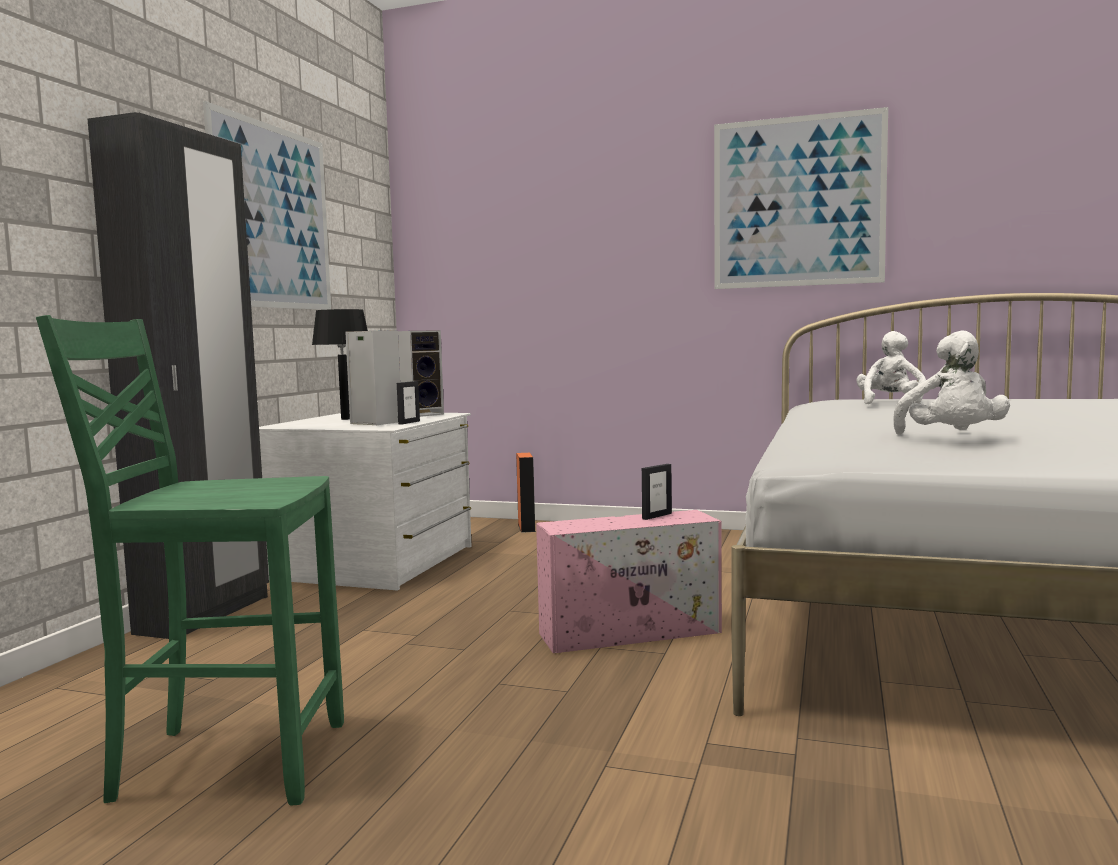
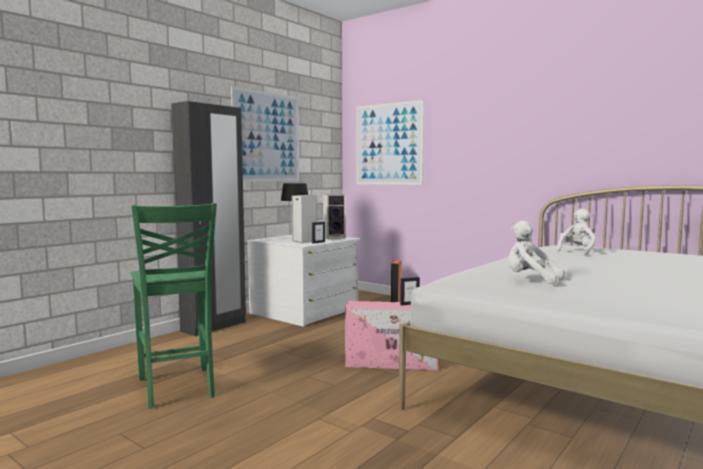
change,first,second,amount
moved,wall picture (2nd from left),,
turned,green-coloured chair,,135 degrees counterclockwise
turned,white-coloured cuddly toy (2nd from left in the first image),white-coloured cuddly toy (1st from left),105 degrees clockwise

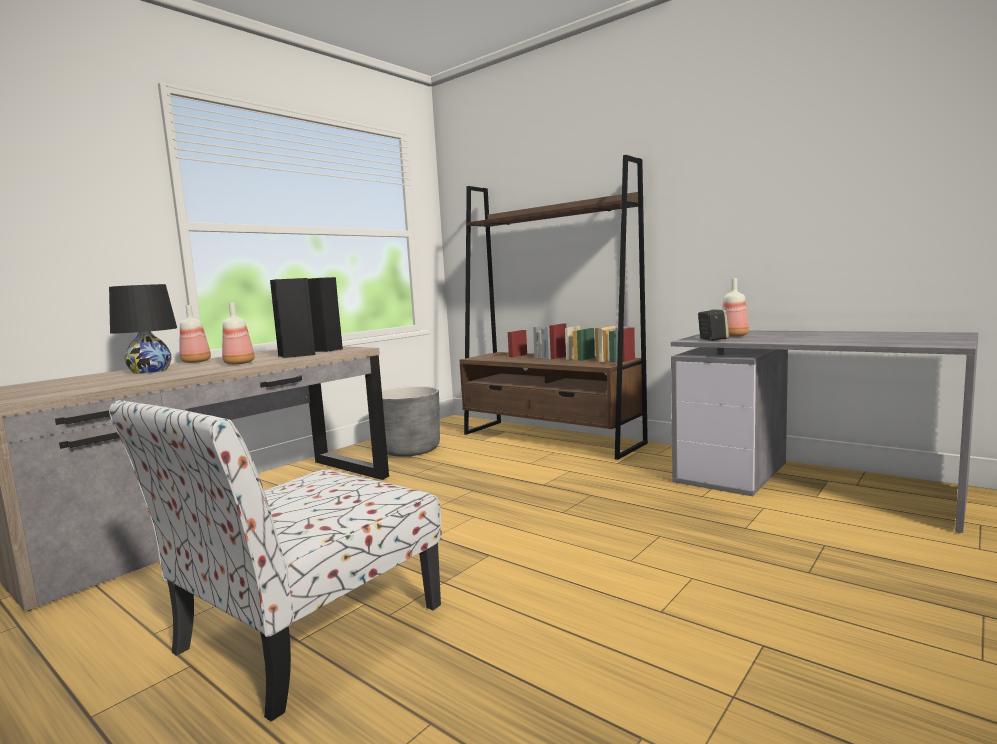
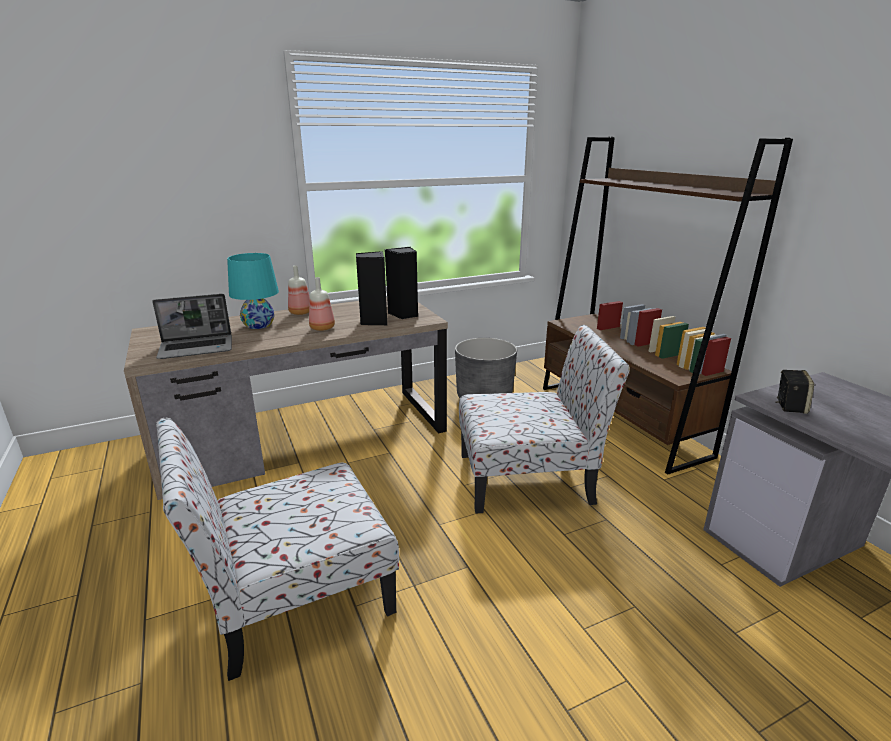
change,first,second,amount
removed,beverage bottle (3rd from left),,
recoloured,blackish tabletop lamp,turquoise-coloured tabletop lamp,
added,,notebook computer,
added,,chair (2nd from left),

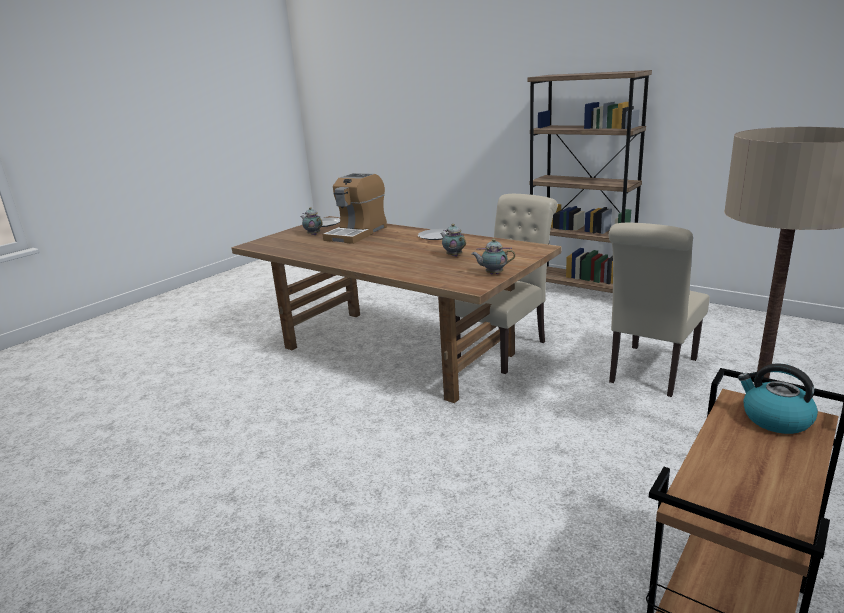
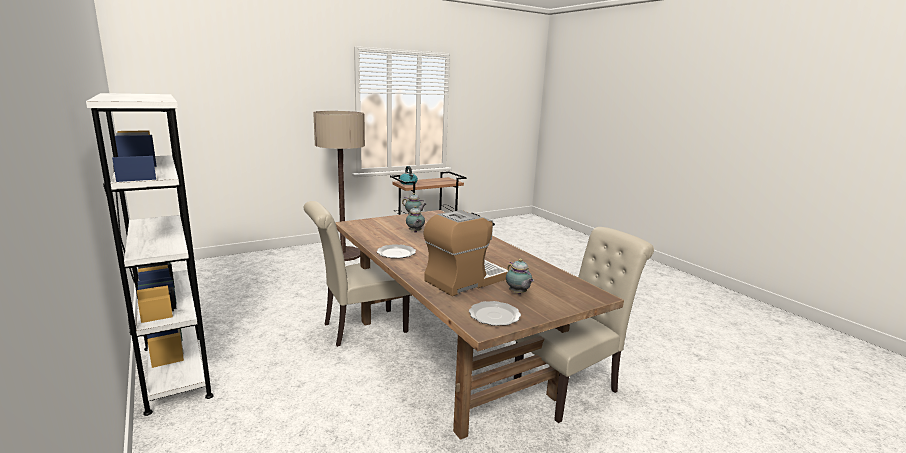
change,first,second,amount
recoloured,brown-coloured shelving unit,white-coloured shelving unit,
moved,beige chair (2nd from left),,

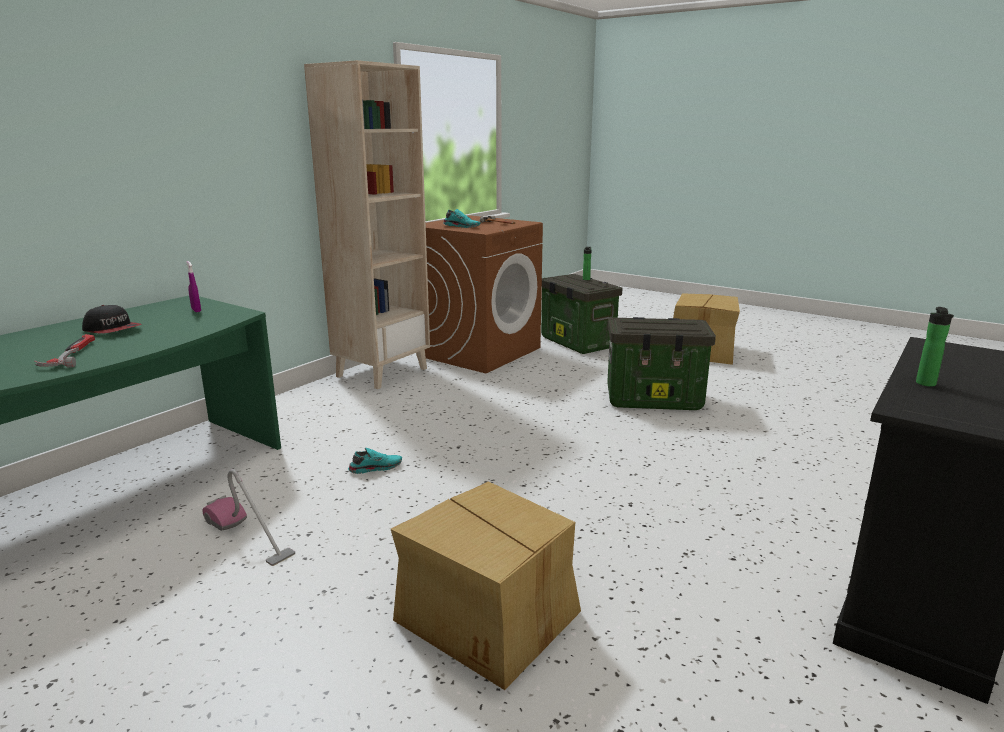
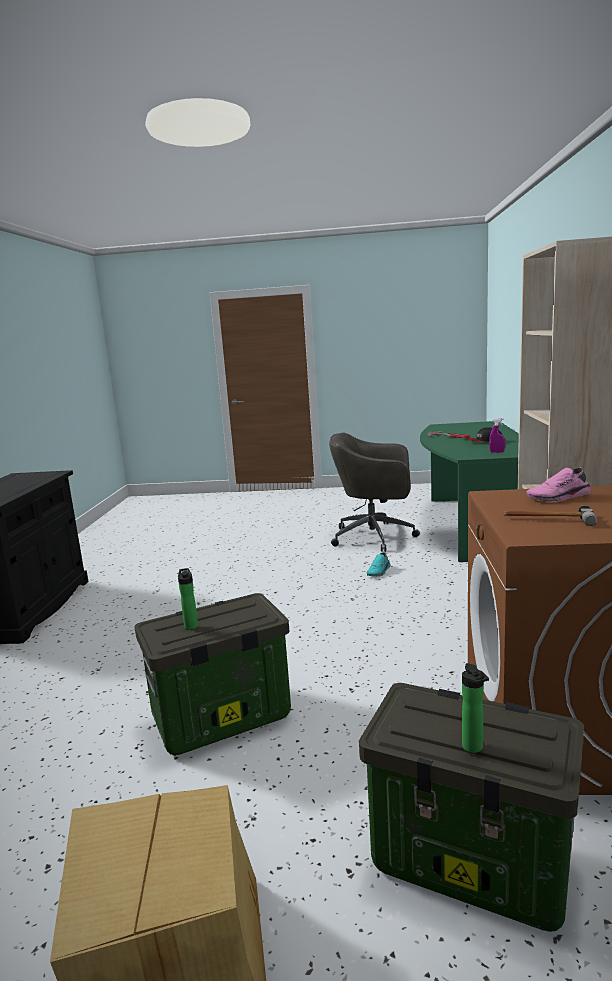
change,first,second,amount
recoloured,turquoise-coloured low shoe (2nd from left),pink low shoe,
moved,beverage bottle (2nd from left in the first image),beverage bottle (1st from left),
replaced,vacuum cleaner,gray computer chair,
removed,cardboard box (1st from left),,

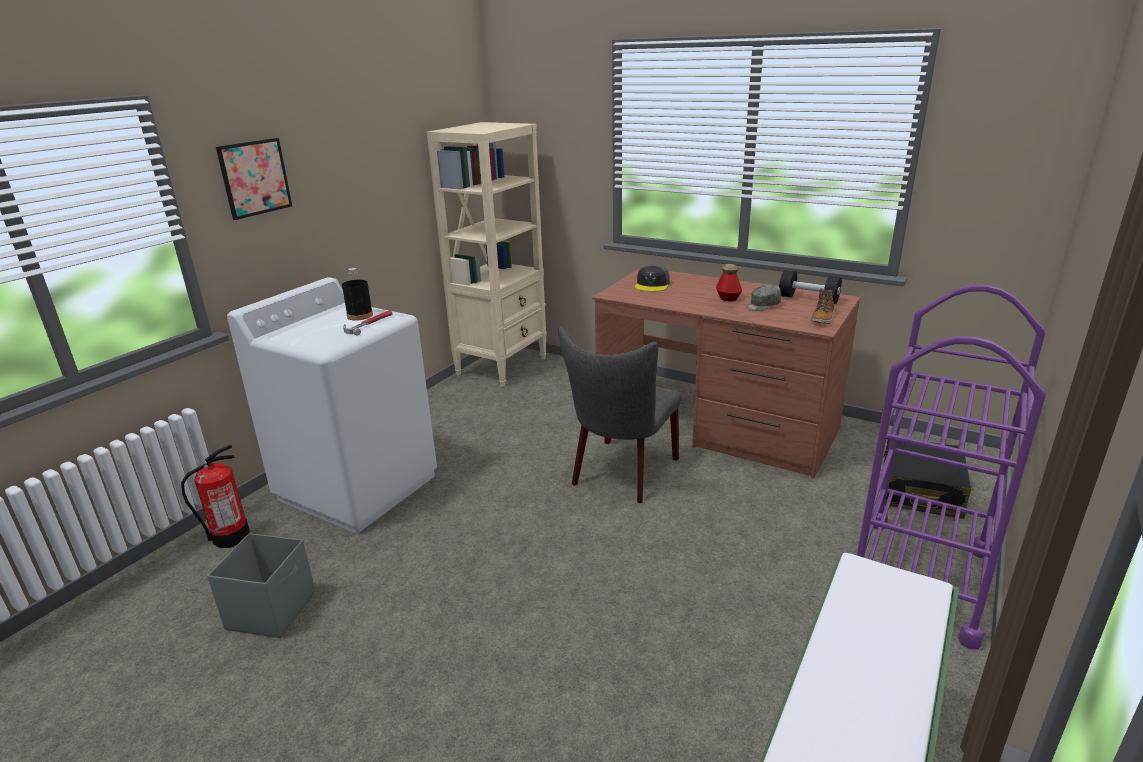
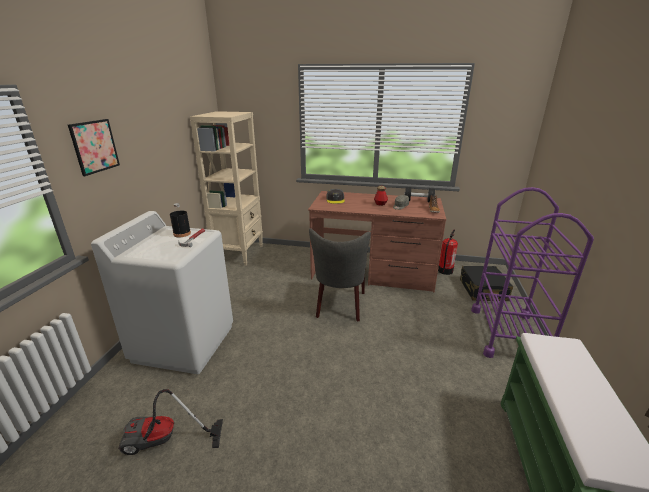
change,first,second,amount
moved,fire extinguisher,,
replaced,gray storage container,vacuum cleaner,

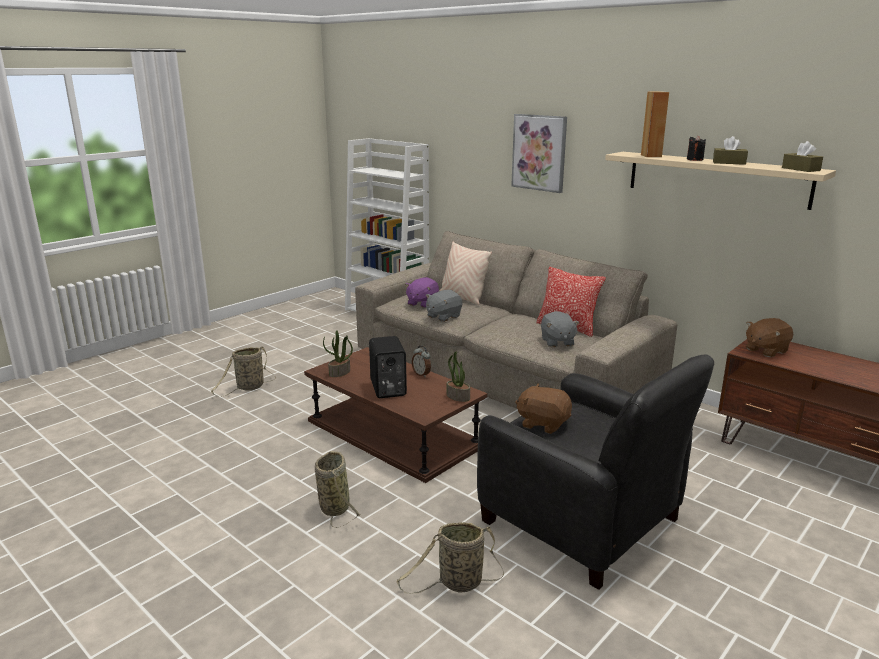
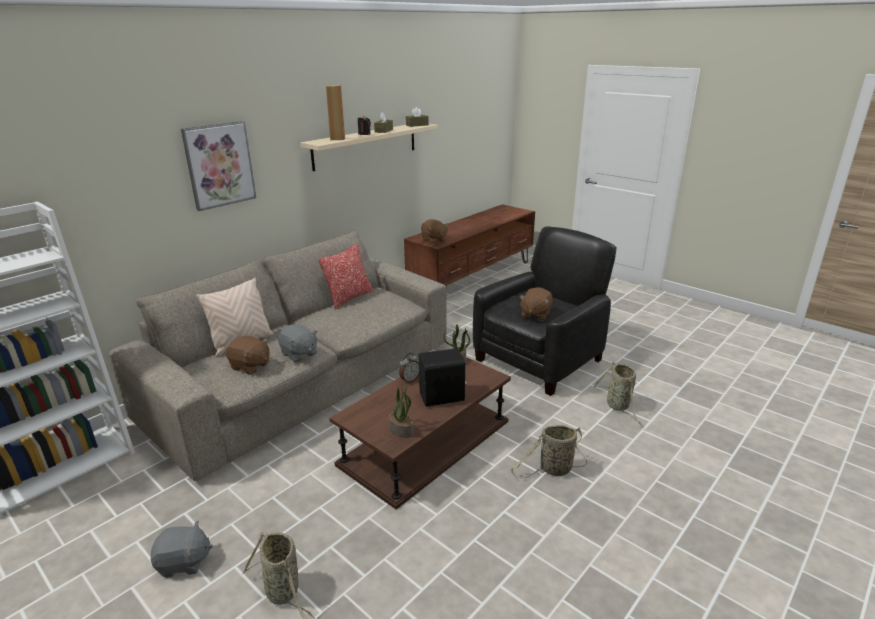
change,first,second,amount
recoloured,purplish cuddly toy,brown-coloured cuddly toy (1st from left),
moved,gray cuddly toy (2nd from left in the first image),gray cuddly toy (1st from left),

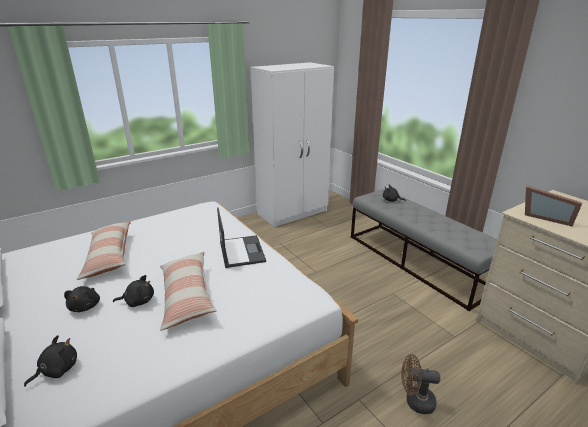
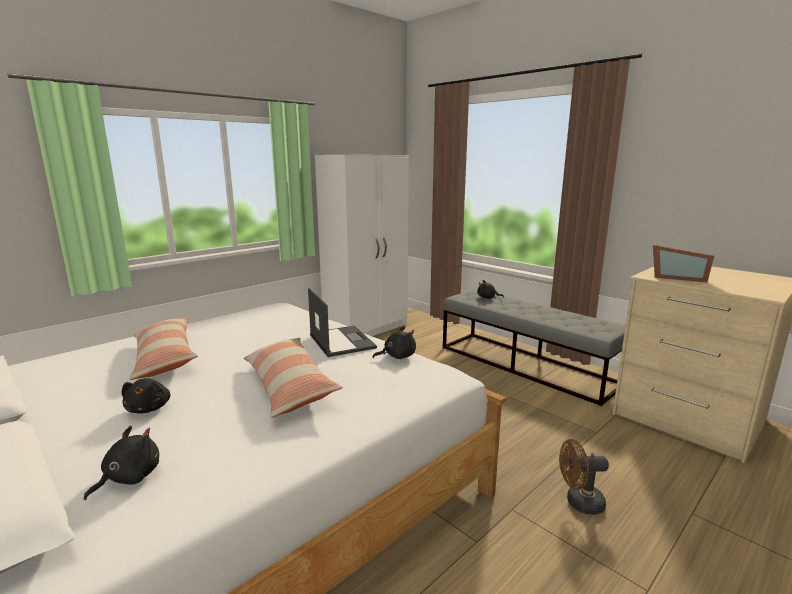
change,first,second,amount
moved,blackish cuddly toy (3rd from left),,

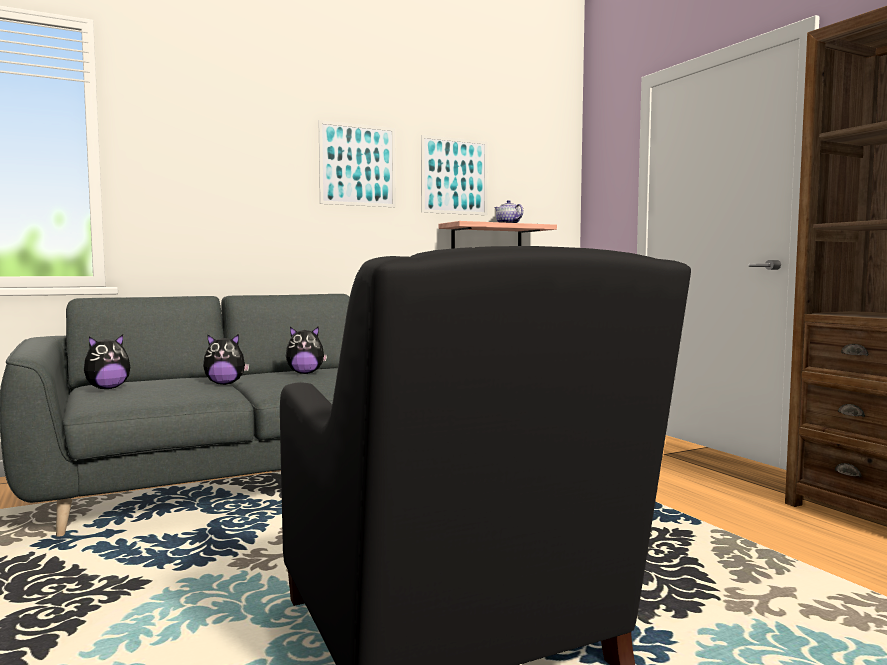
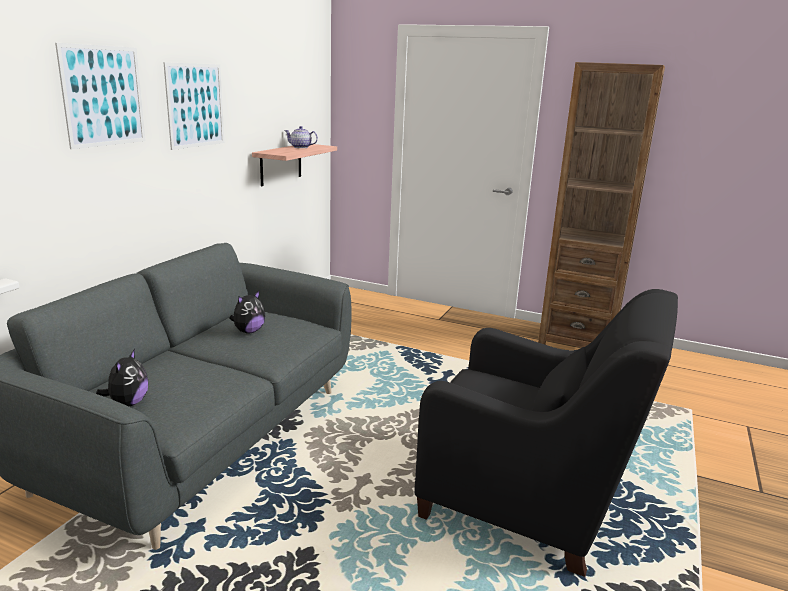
change,first,second,amount
moved,wall picture (2nd from left in the first image),wall picture (1st from left),
removed,cuddly toy (2nd from left),,

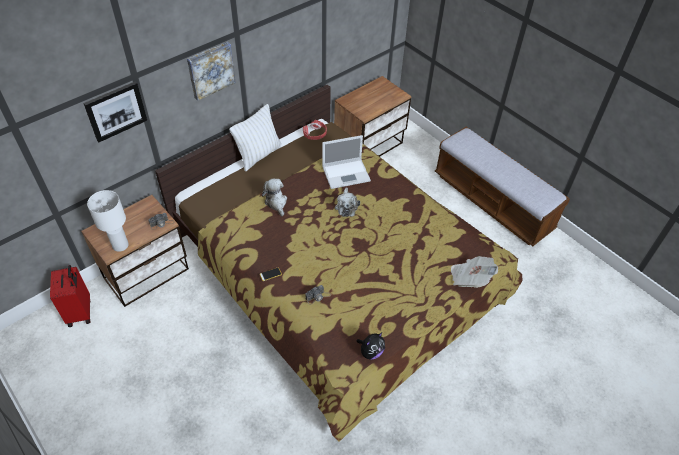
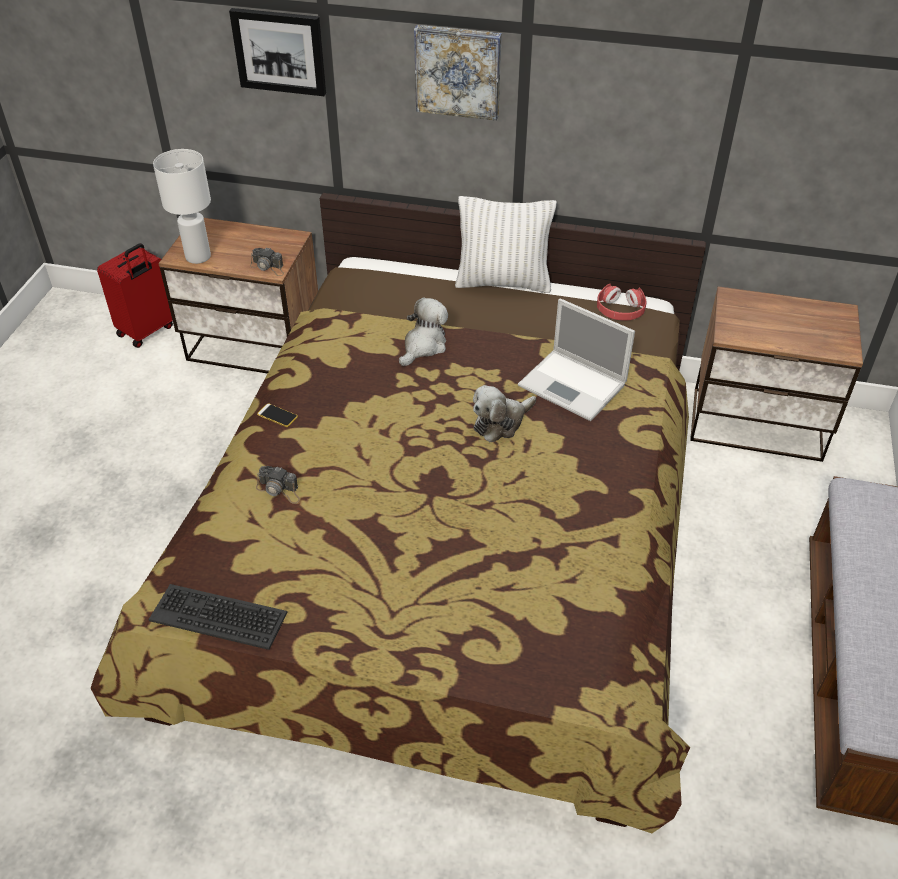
change,first,second,amount
removed,daily paper,,
replaced,cuddly toy (3rd from left),computer keyboard,

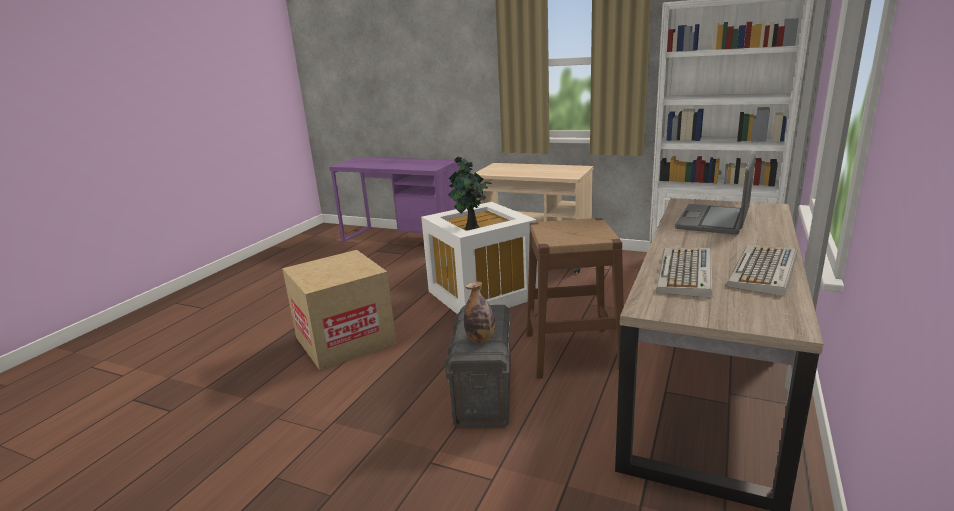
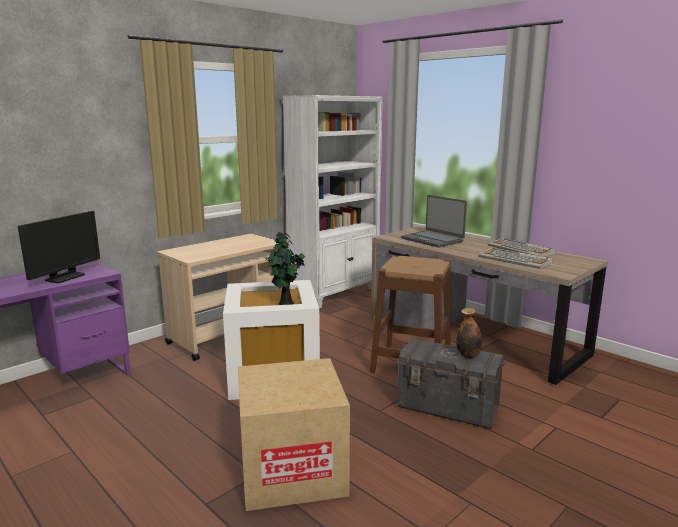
change,first,second,amount
added,,monitor,

